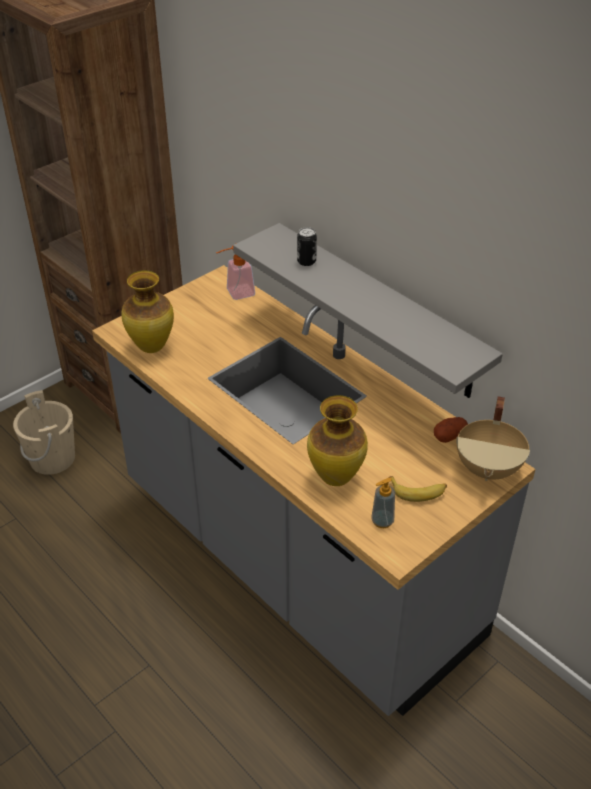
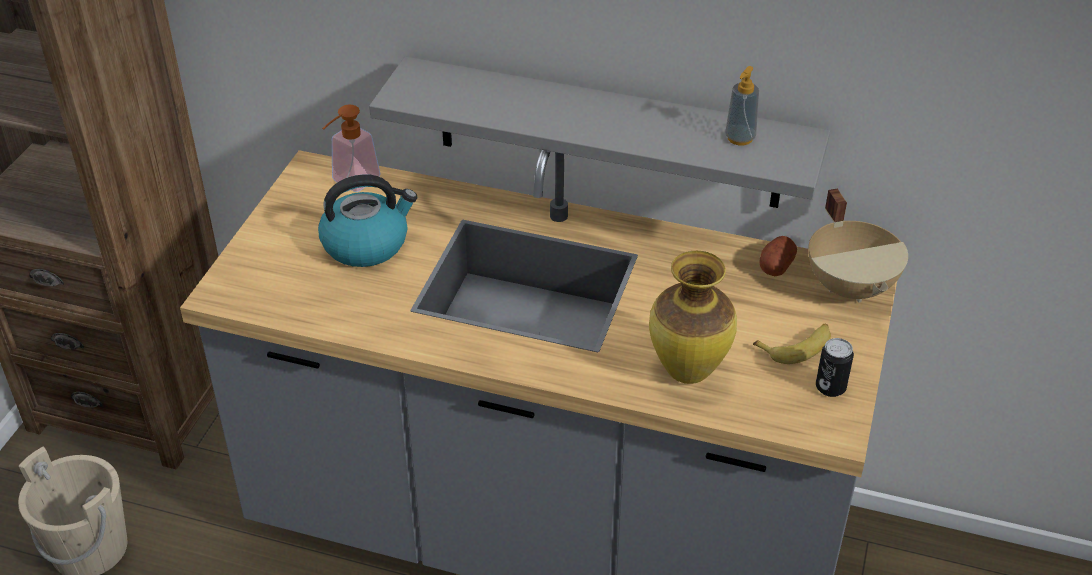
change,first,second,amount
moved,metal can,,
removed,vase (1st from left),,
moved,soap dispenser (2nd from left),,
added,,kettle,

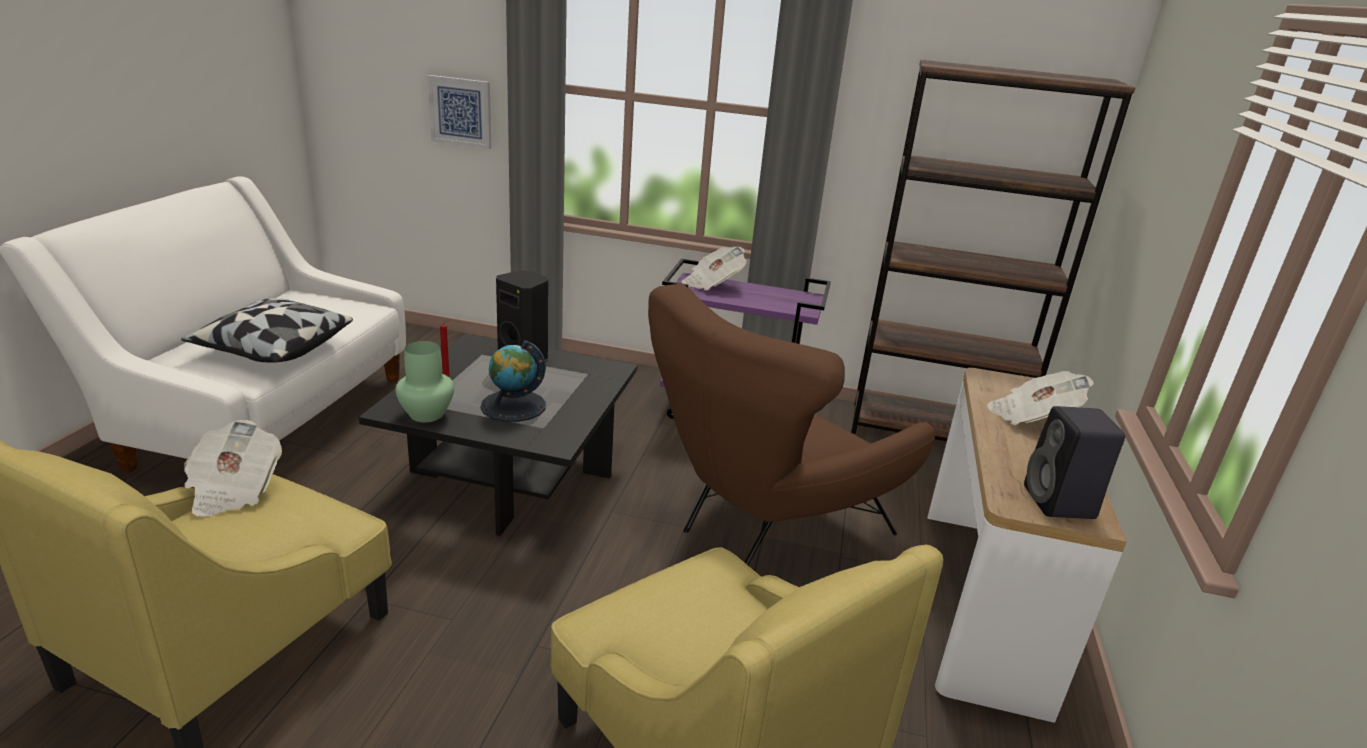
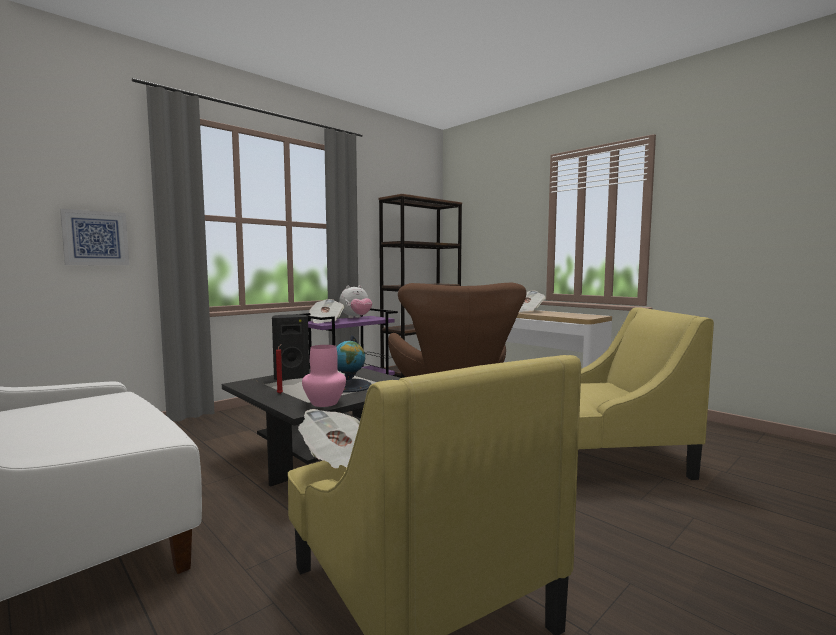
change,first,second,amount
removed,pillow,,
recoloured,green-coloured vase,pink vase,
removed,blackish audio speaker (2nd from left),,
added,,cuddly toy,

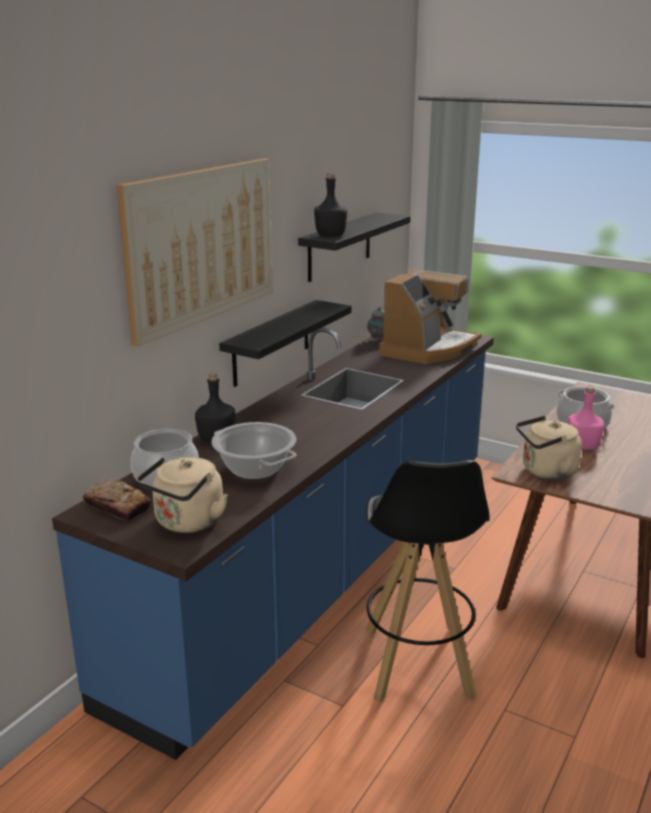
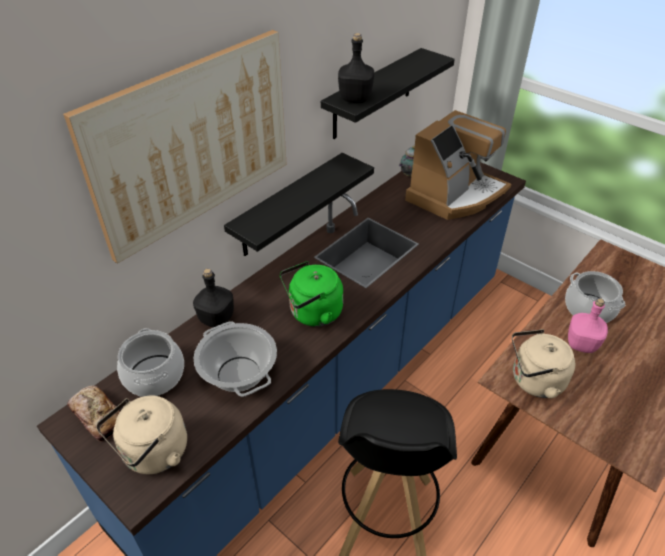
change,first,second,amount
added,,green-coloured kettle,

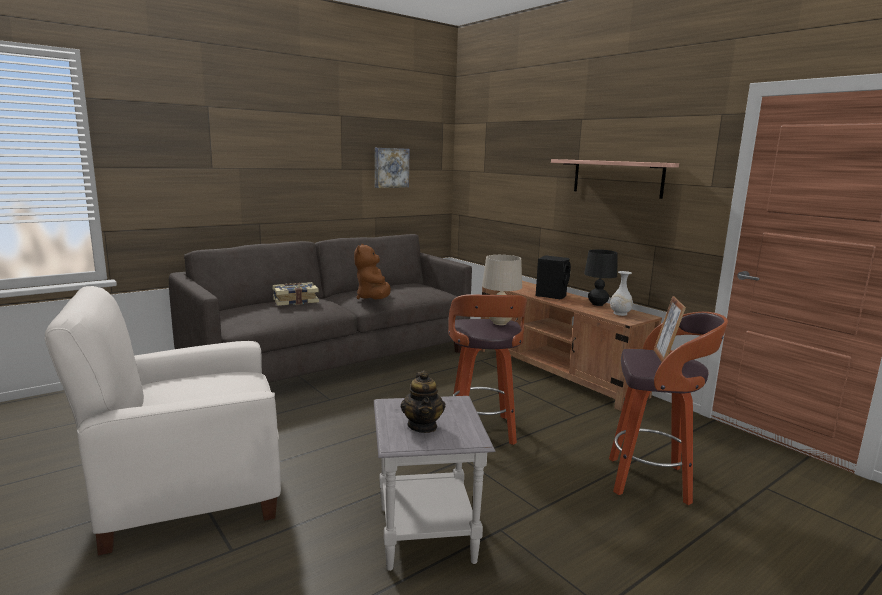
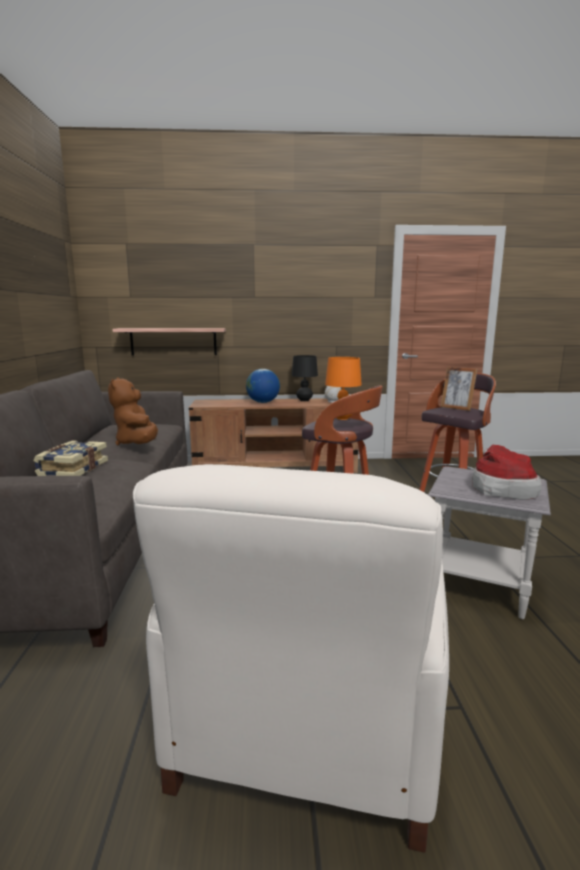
change,first,second,amount
removed,wall picture,,
moved,wall shelf,,
turned,brown-coloured cuddly toy,,45 degrees clockwise
recoloured,beige tabletop lamp,orange-coloured tabletop lamp,
replaced,blackish audio speaker,world globe,
replaced,pot for tea,wearable hat,

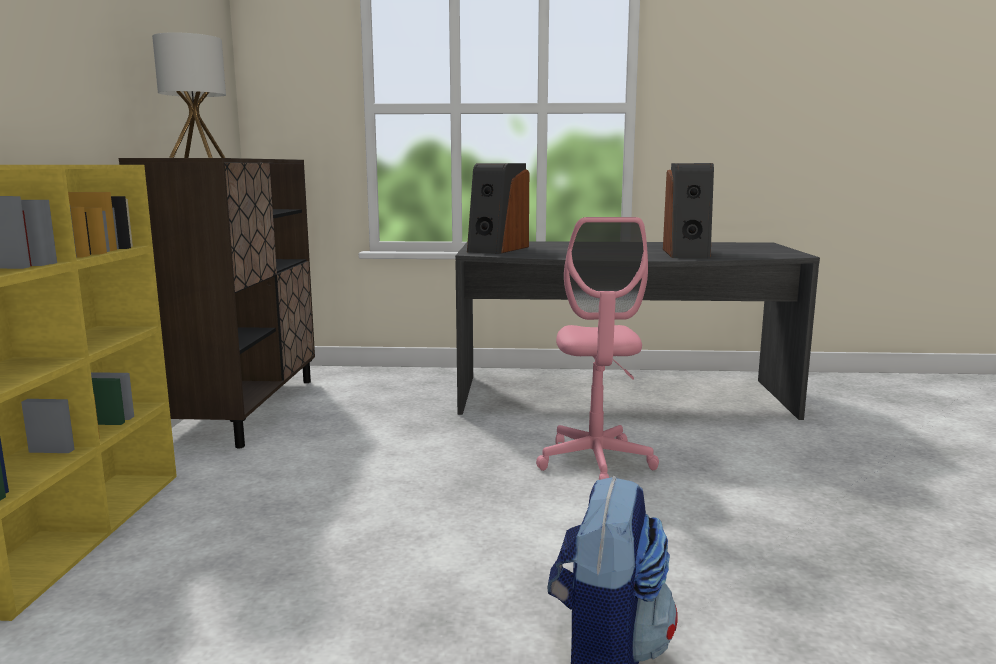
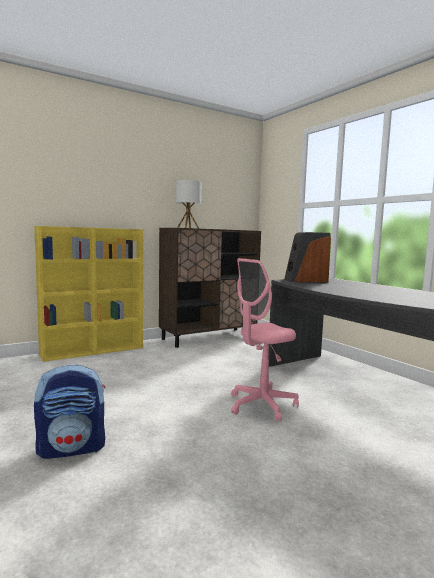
change,first,second,amount
removed,audio speaker (2nd from left),,

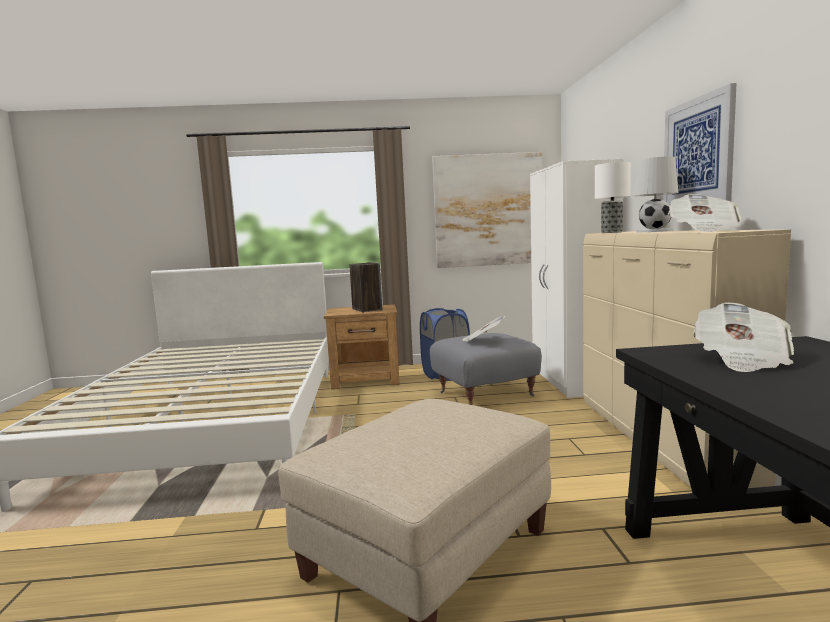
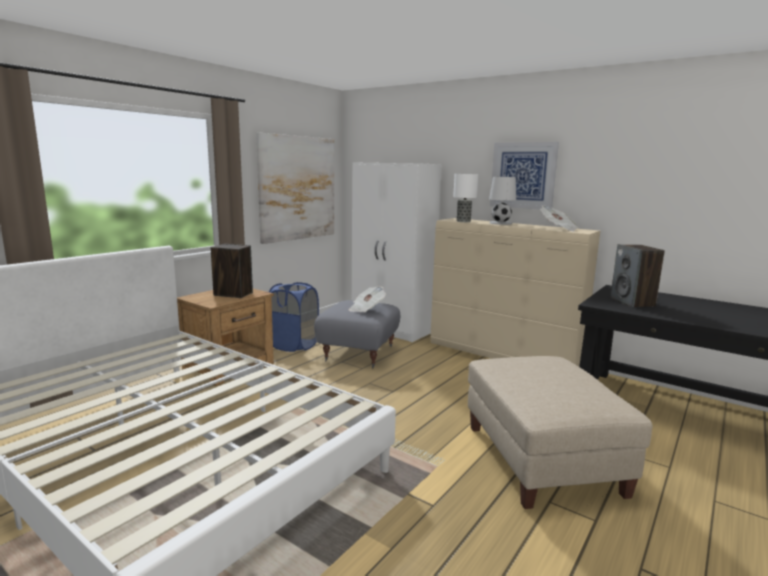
change,first,second,amount
replaced,daily paper (3rd from left),audio speaker (2nd from left),

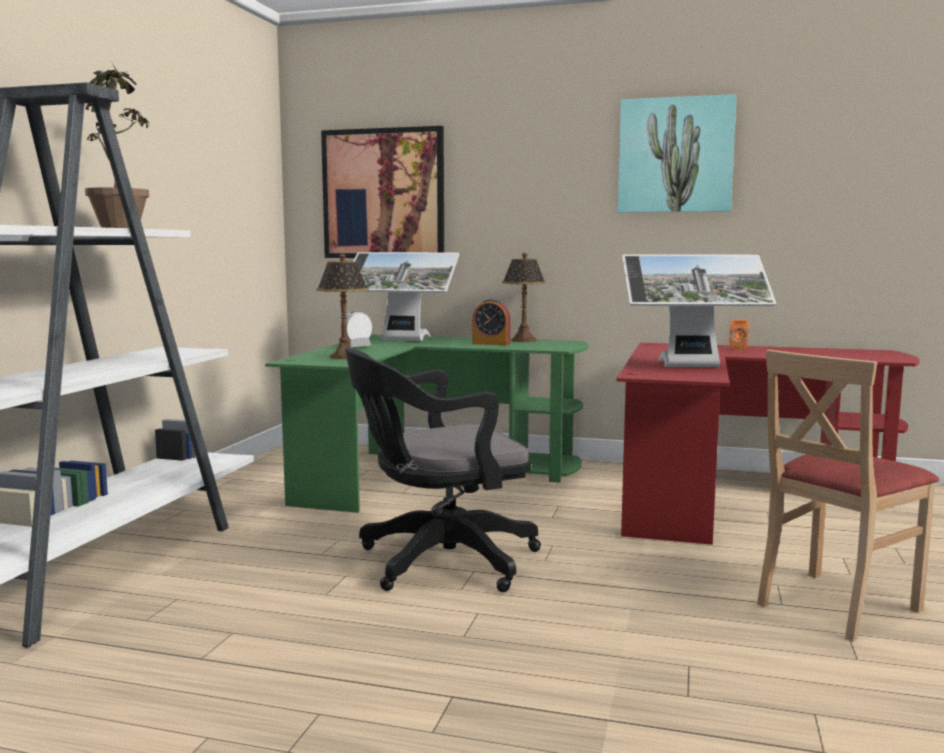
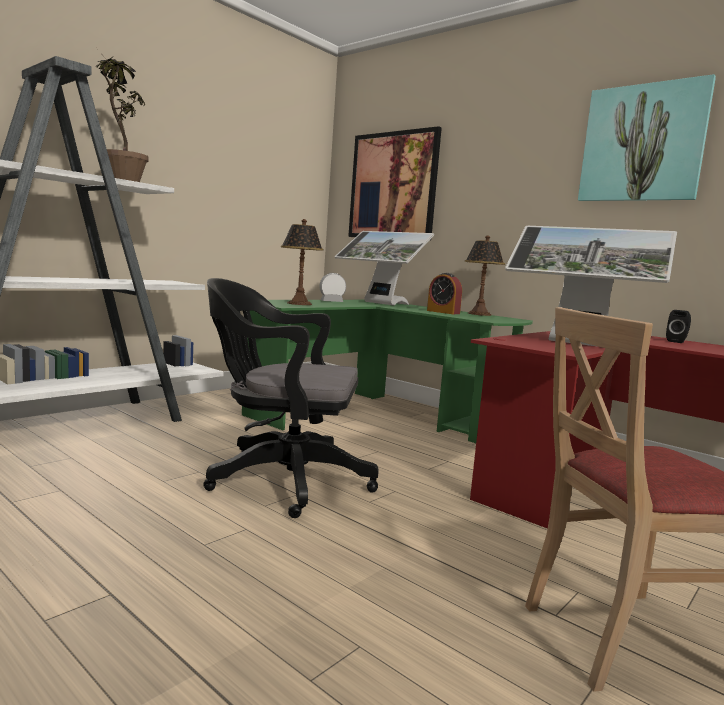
change,first,second,amount
recoloured,orange-coloured audio speaker,blackish audio speaker,

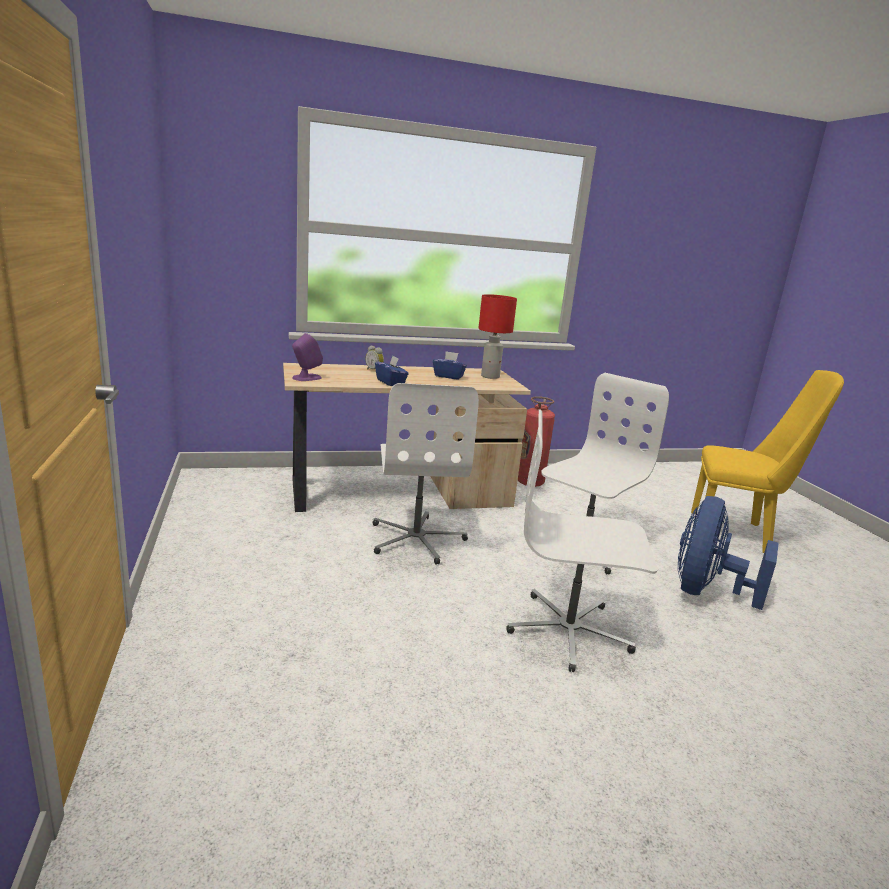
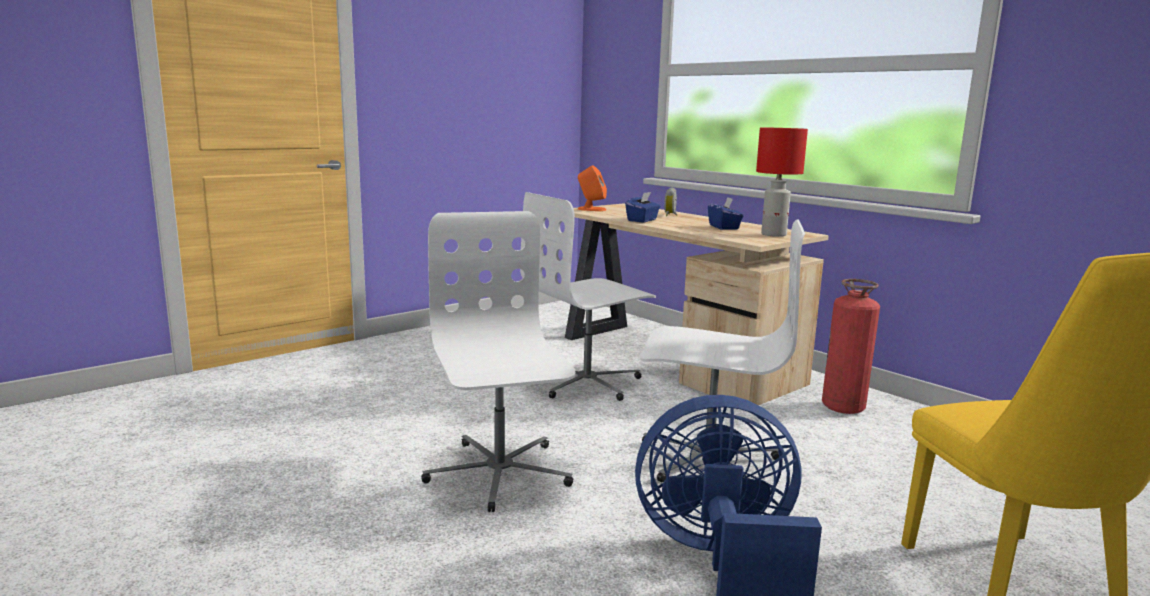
change,first,second,amount
recoloured,purplish audio speaker,orange-coloured audio speaker,

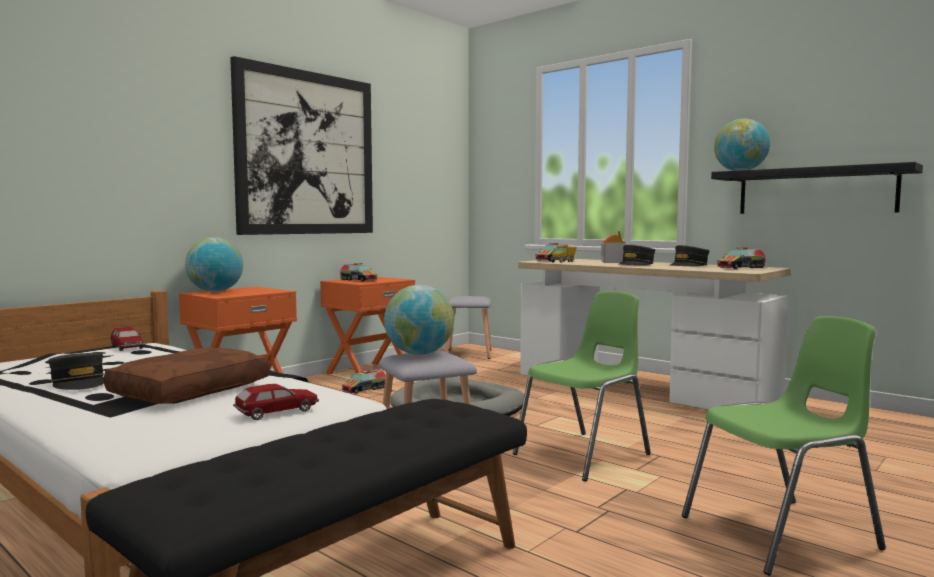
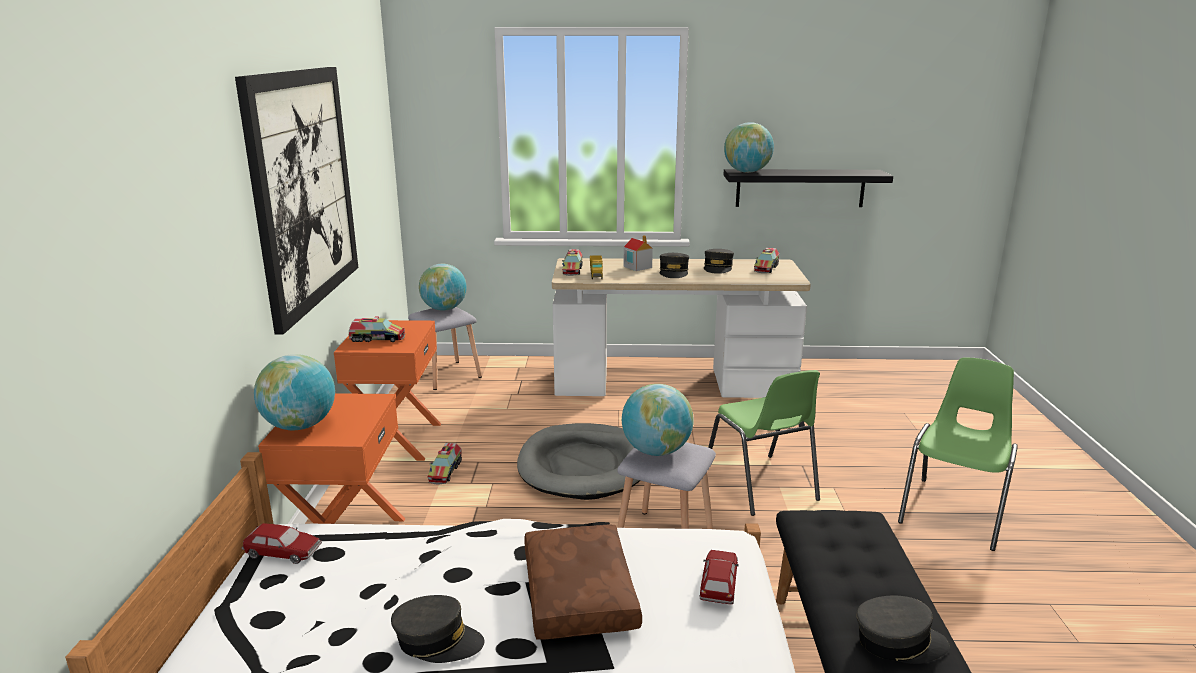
change,first,second,amount
turned,green-coloured chair (1st from left),,150 degrees clockwise
added,,world globe (2nd from left),
added,,gray baseball cap (4th from left),

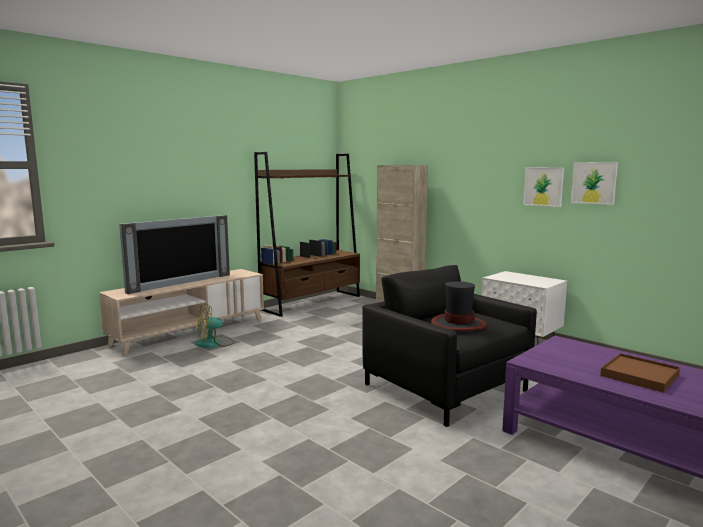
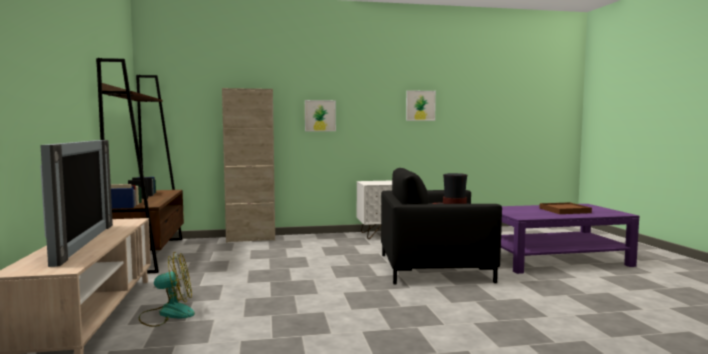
change,first,second,amount
moved,wall picture (1st from left),,
turned,fan,,120 degrees counterclockwise

